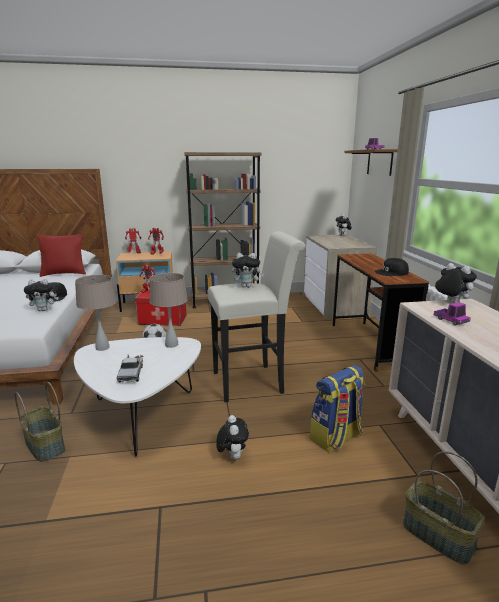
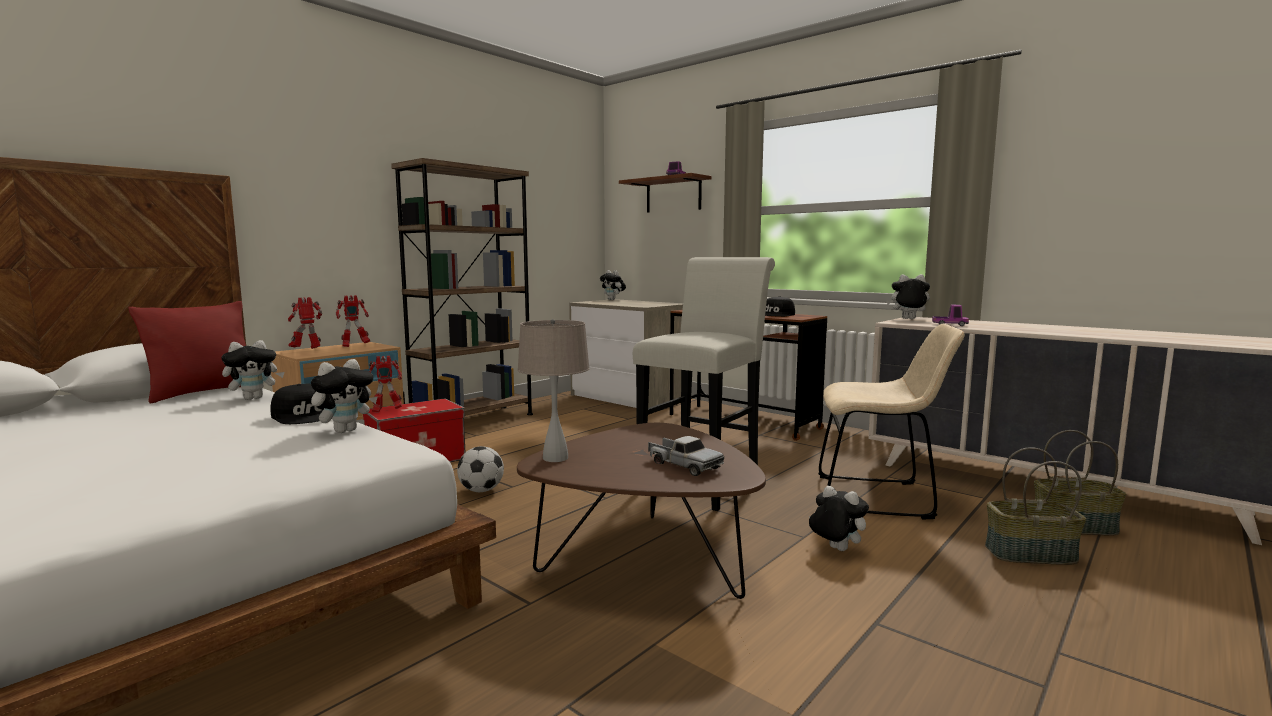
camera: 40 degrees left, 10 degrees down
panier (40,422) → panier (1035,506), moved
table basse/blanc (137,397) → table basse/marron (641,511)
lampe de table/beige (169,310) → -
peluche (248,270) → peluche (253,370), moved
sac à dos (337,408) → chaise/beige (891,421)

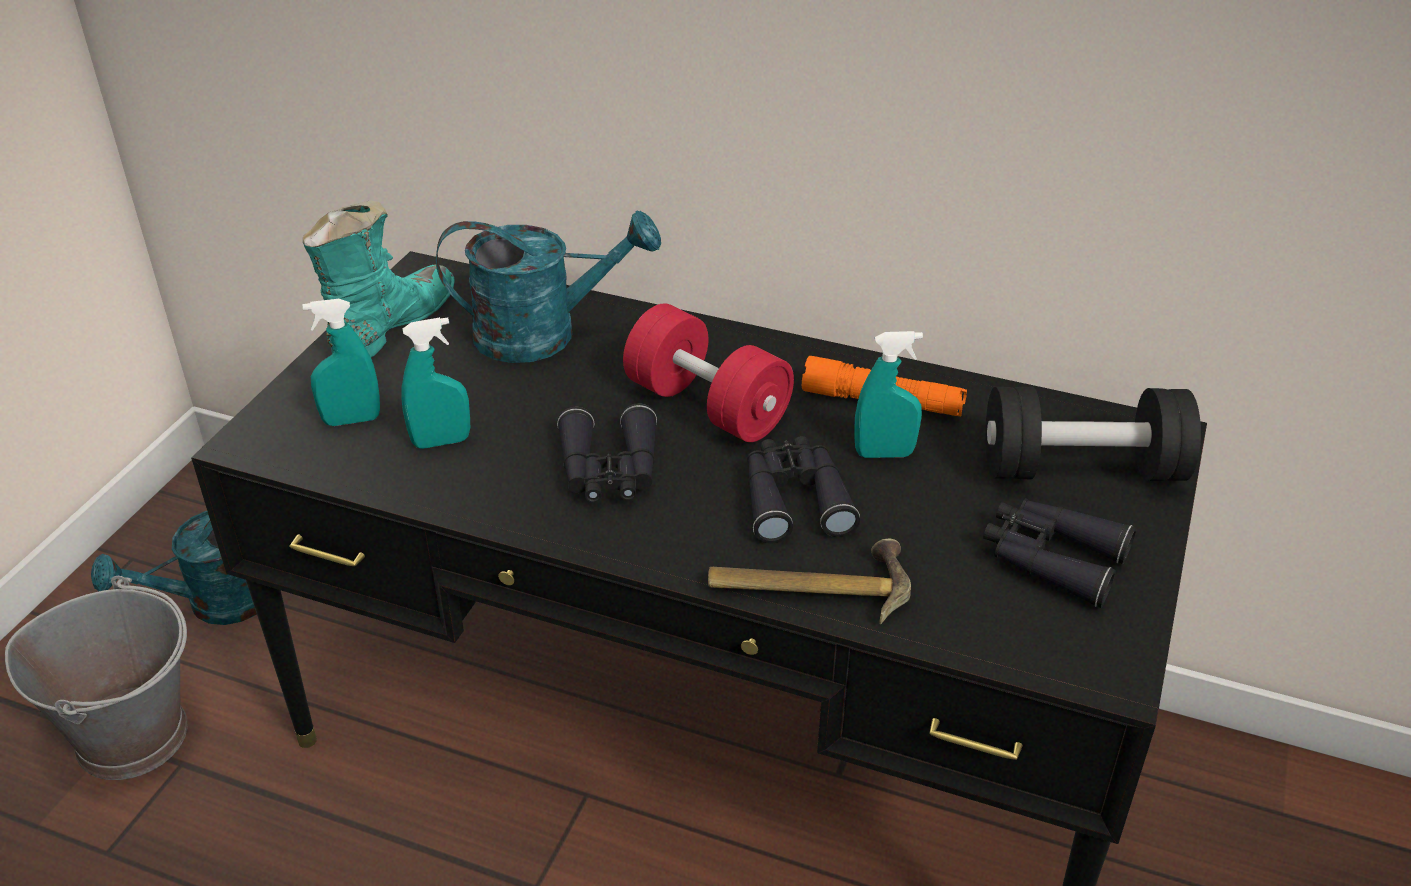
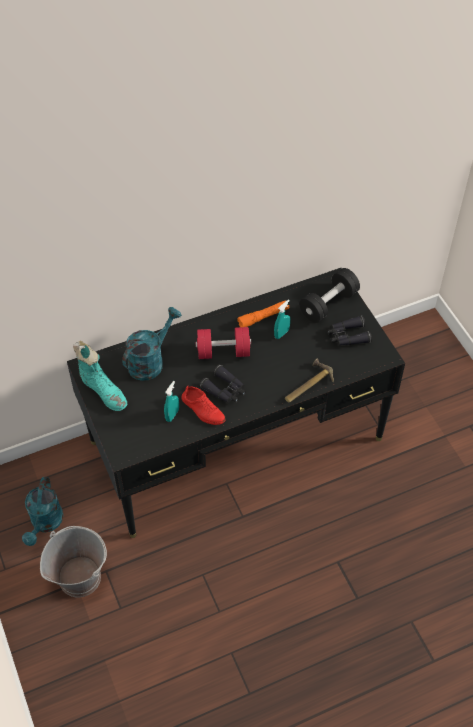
camera: 45 degrees left, 15 degrees up
vaporisateur/turquoise (341,362) → -
botte/turquoise (379,279) → botte/turquoise (100,376), 150 degrees clockwise
jumelles/noir (803,490) → -
- → chaussure/rouge (204,405)

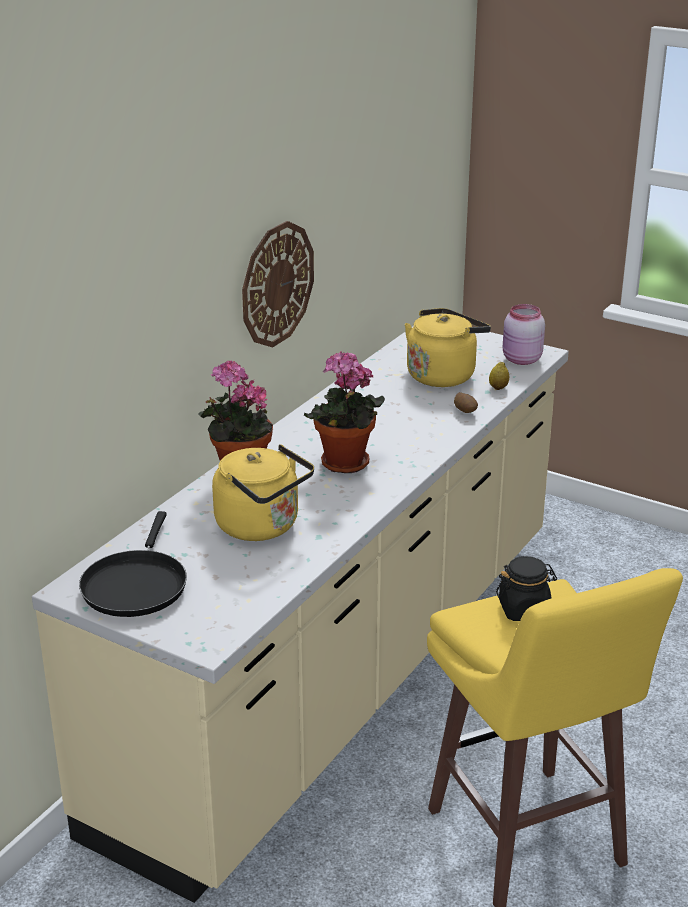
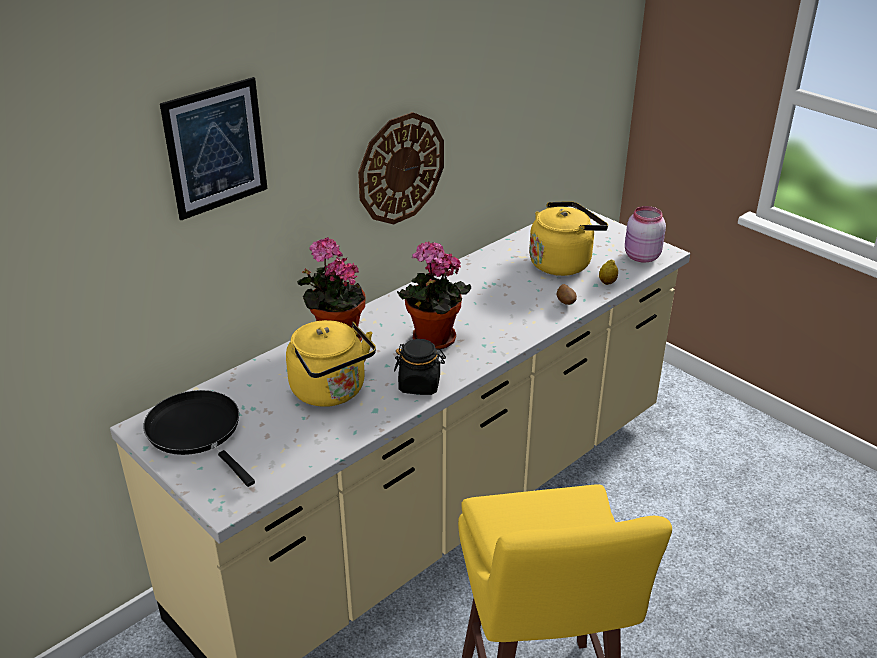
camera: 15 degrees right, 5 degrees up
poêle/noir (133,564) → poêle/noir (199,438), 120 degrees clockwise
bocal/noir (526,588) → bocal/noir (420,367), moved
- → tableau (213,149)

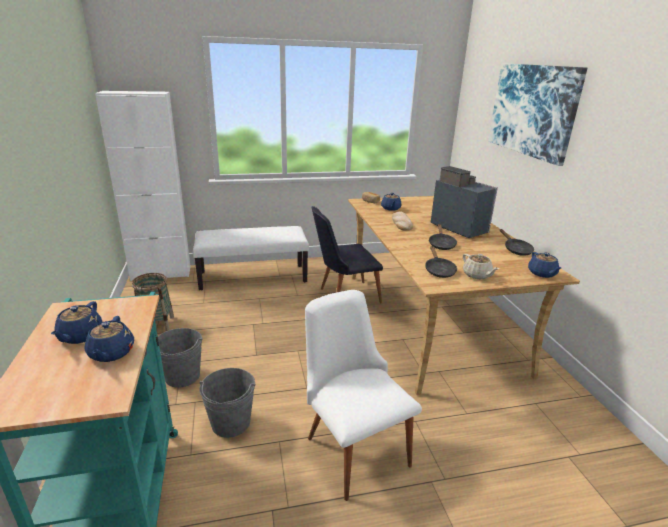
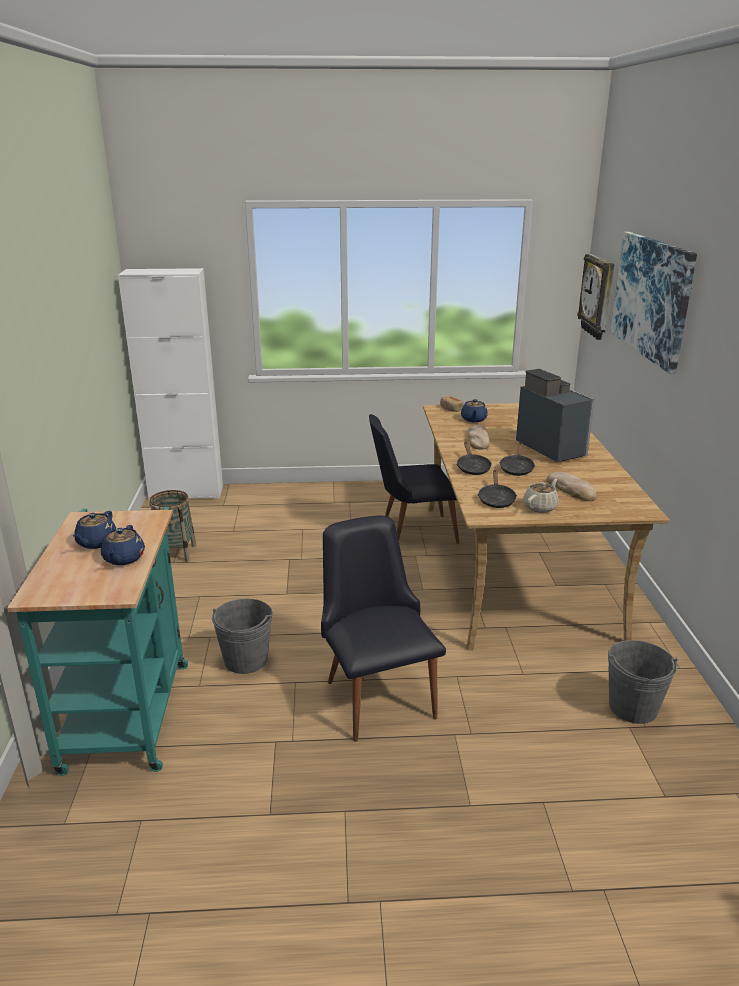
camera: 10 degrees right, 0 degrees up
seau/gris (180,358) → seau/gris (643,682), moved
banc/blanc (251,258) → -
chaise/blanc (363,395) → chaise/noir (383,628)
théière/beige (481,266) → théière/beige (541,496), 120 degrees counterclockwise
poêle/noir (517,242) → poêle/noir (474,458), moved
théière/bleu (544,265) → -
- → pain (572,486)
- → horloge murale (595,297)

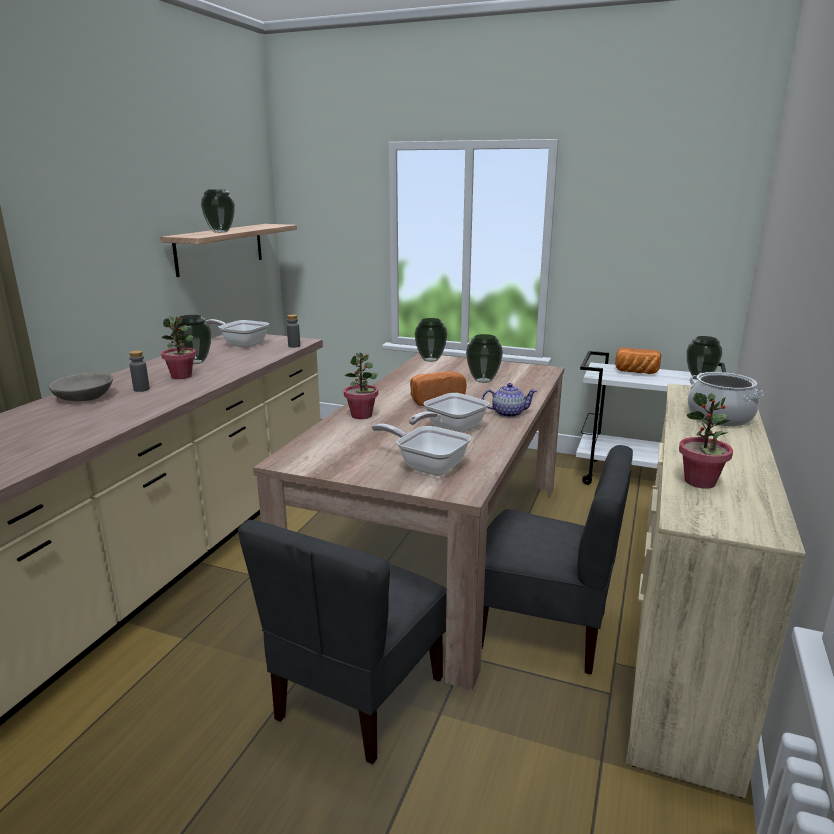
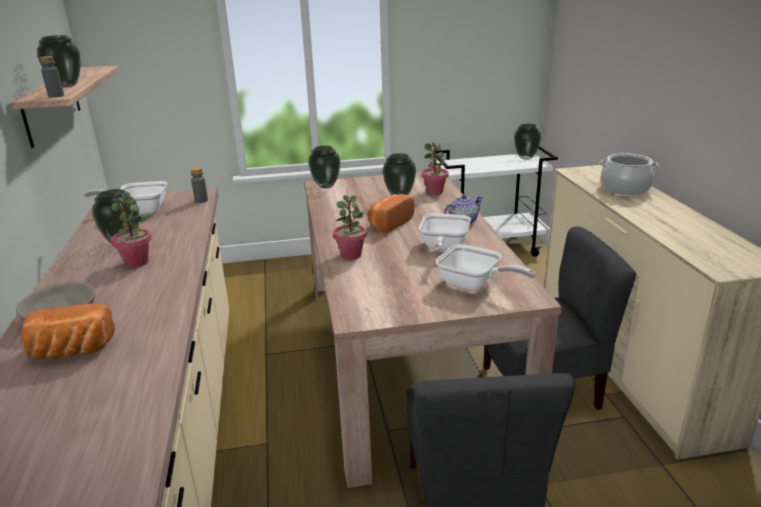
camera: 30 degrees left, 5 degrees up
bouteille/gris (139,371) → bouteille/gris (52,77), moved
poêle (421,449) → poêle (486,267), 150 degrees counterclockwise
pain (638,361) → pain (68,331), moved
plante en pot (706,441) → plante en pot (435,168), moved

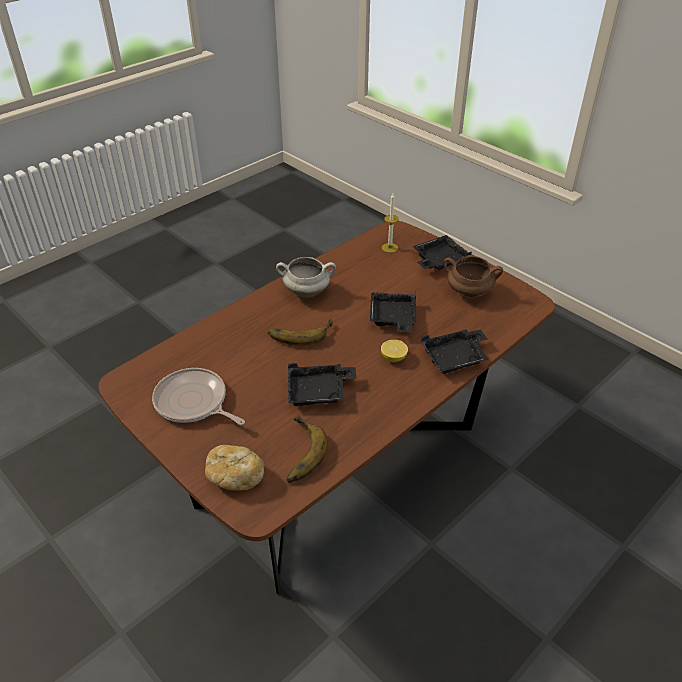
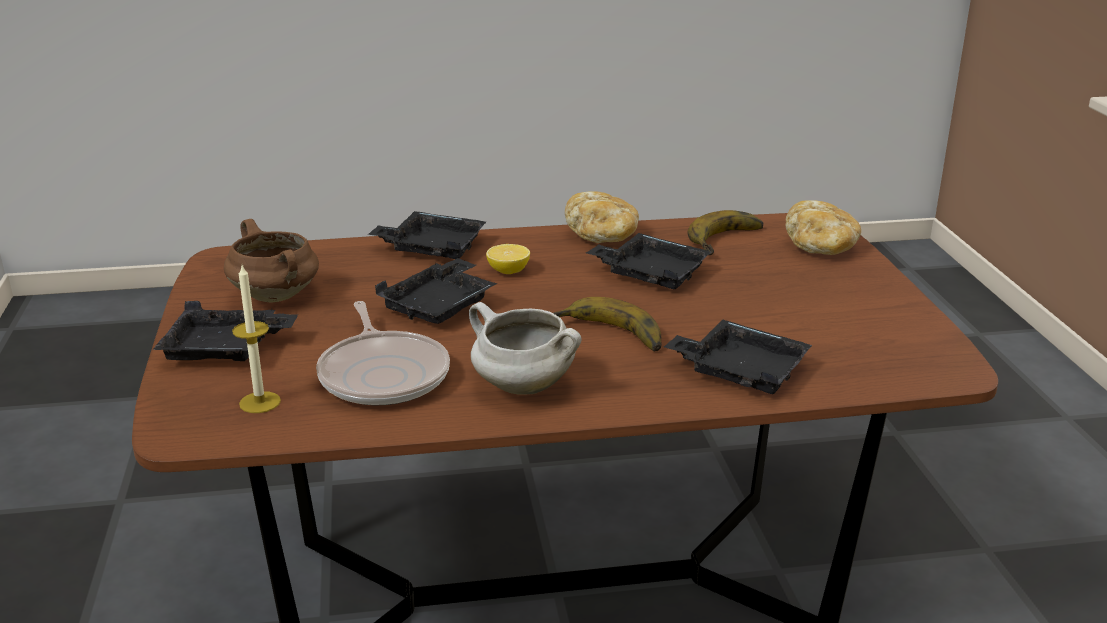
camera: 145 degrees left, 15 degrees down
poêle (198,396) → poêle (383,353), moved
- → pain (602,217)
- → plateau/noir (738,356)

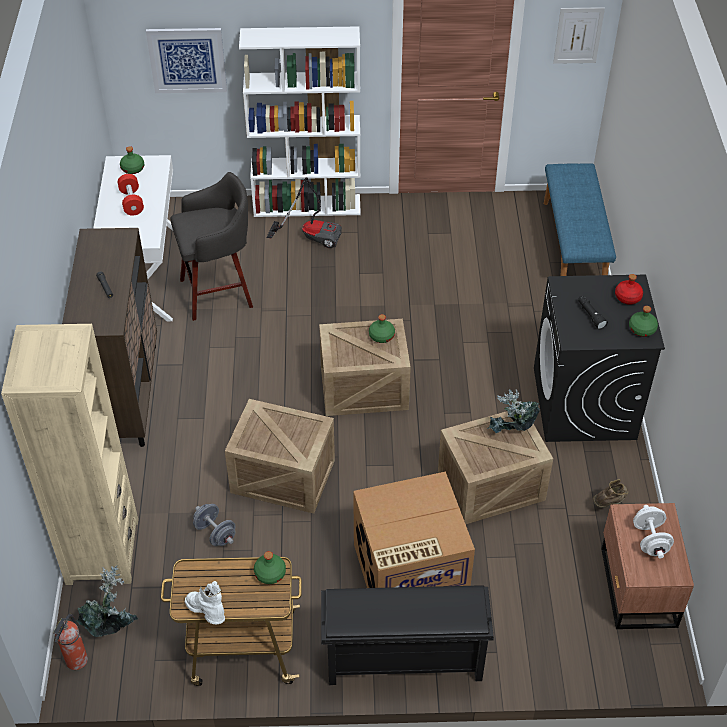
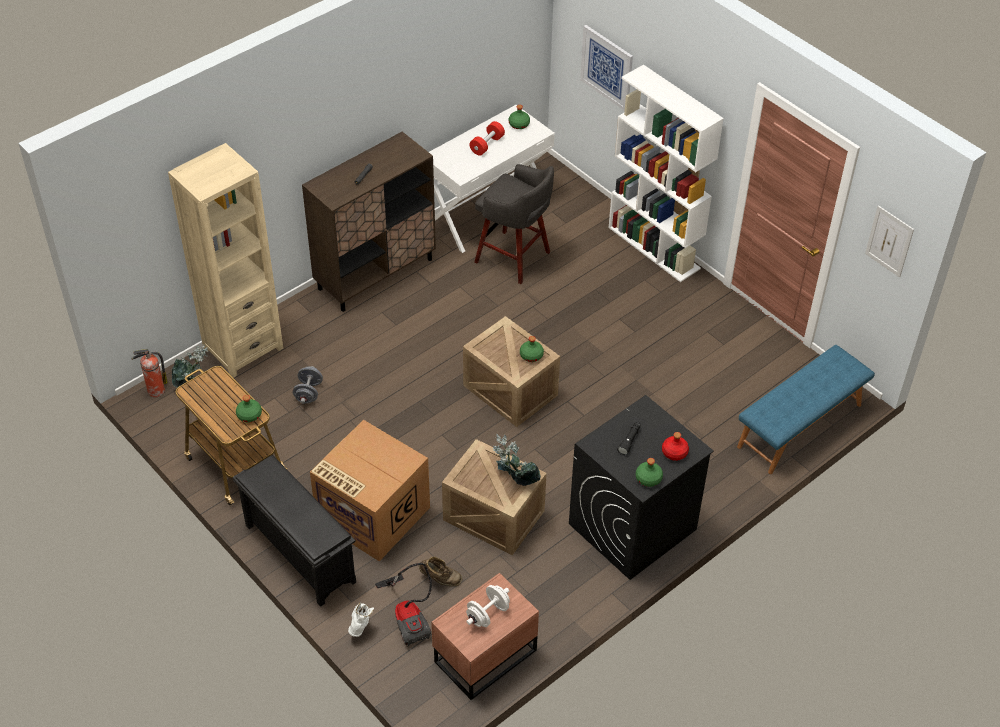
camera: 50 degrees right, 0 degrees up
botte/blanc (205,602) → botte/blanc (361,619), moved
caisse (280,456) → -
aspirateur (304,212) → aspirateur (403,604), moved
botte/marron (611,493) → botte/marron (440,571), moved

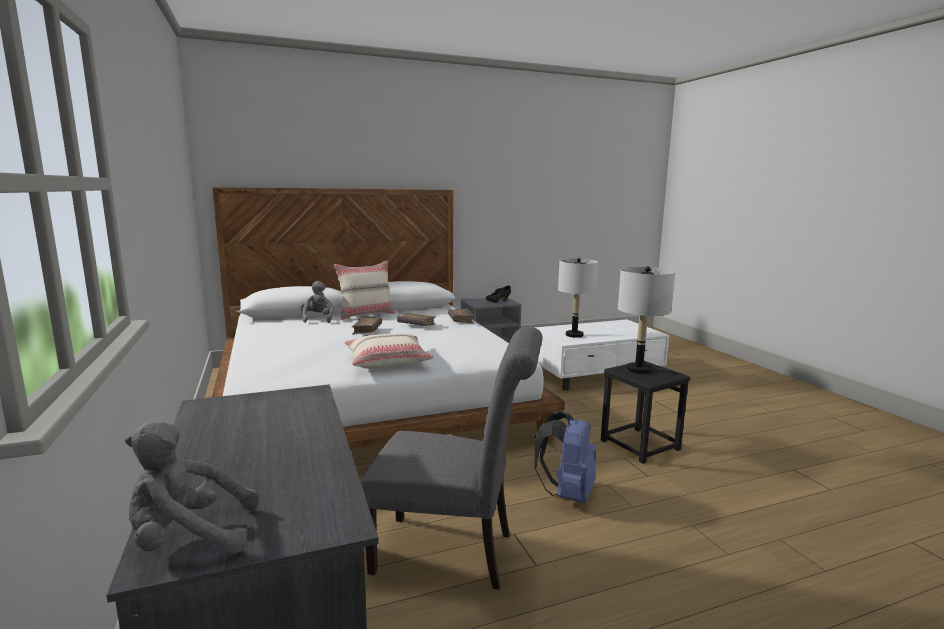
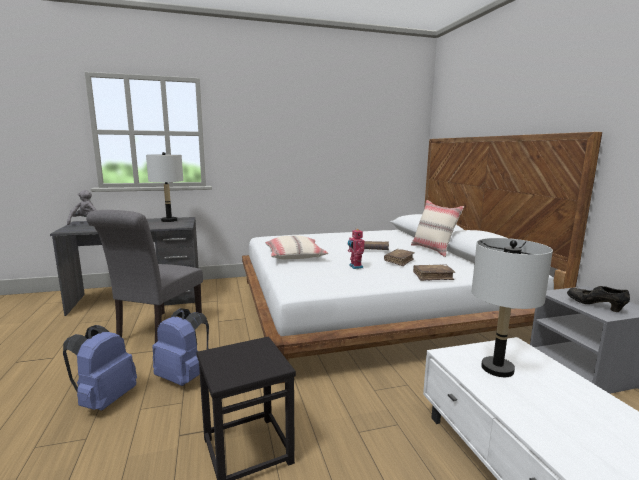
camera: 95 degrees right, 0 degrees up
peluche/gris (317,302) → -
lampe de table/gris (646,320) → lampe de table/gris (164,187), moved
- → sac à dos/bleu (100,368)
- → robot jouet (356,248)

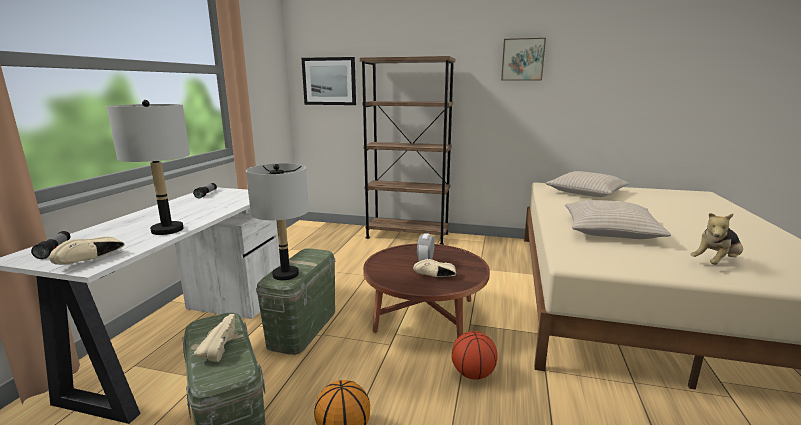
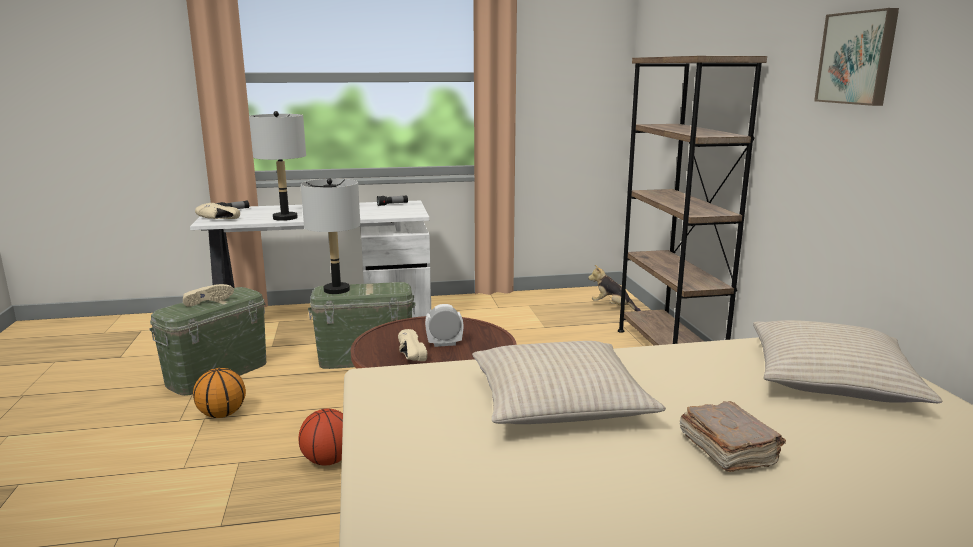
camera: 65 degrees right, 0 degrees up
tableau (328,81) → -
peluche (716,239) → peluche (614,288), moved
- → livre/marron (732,436)

